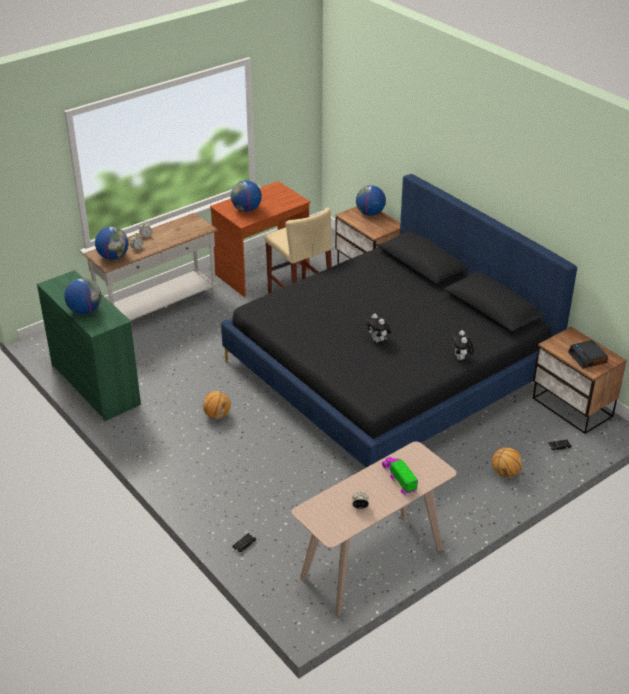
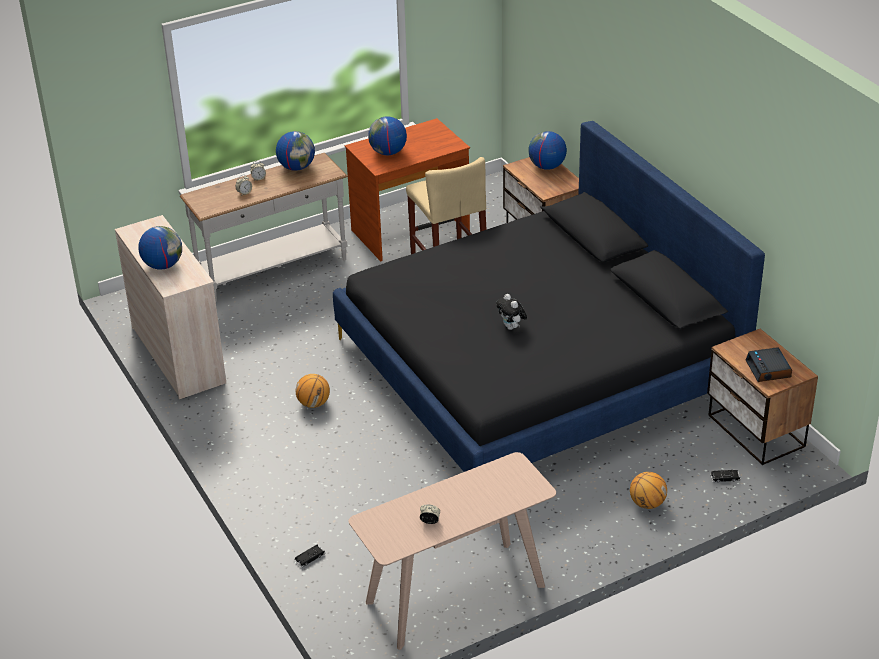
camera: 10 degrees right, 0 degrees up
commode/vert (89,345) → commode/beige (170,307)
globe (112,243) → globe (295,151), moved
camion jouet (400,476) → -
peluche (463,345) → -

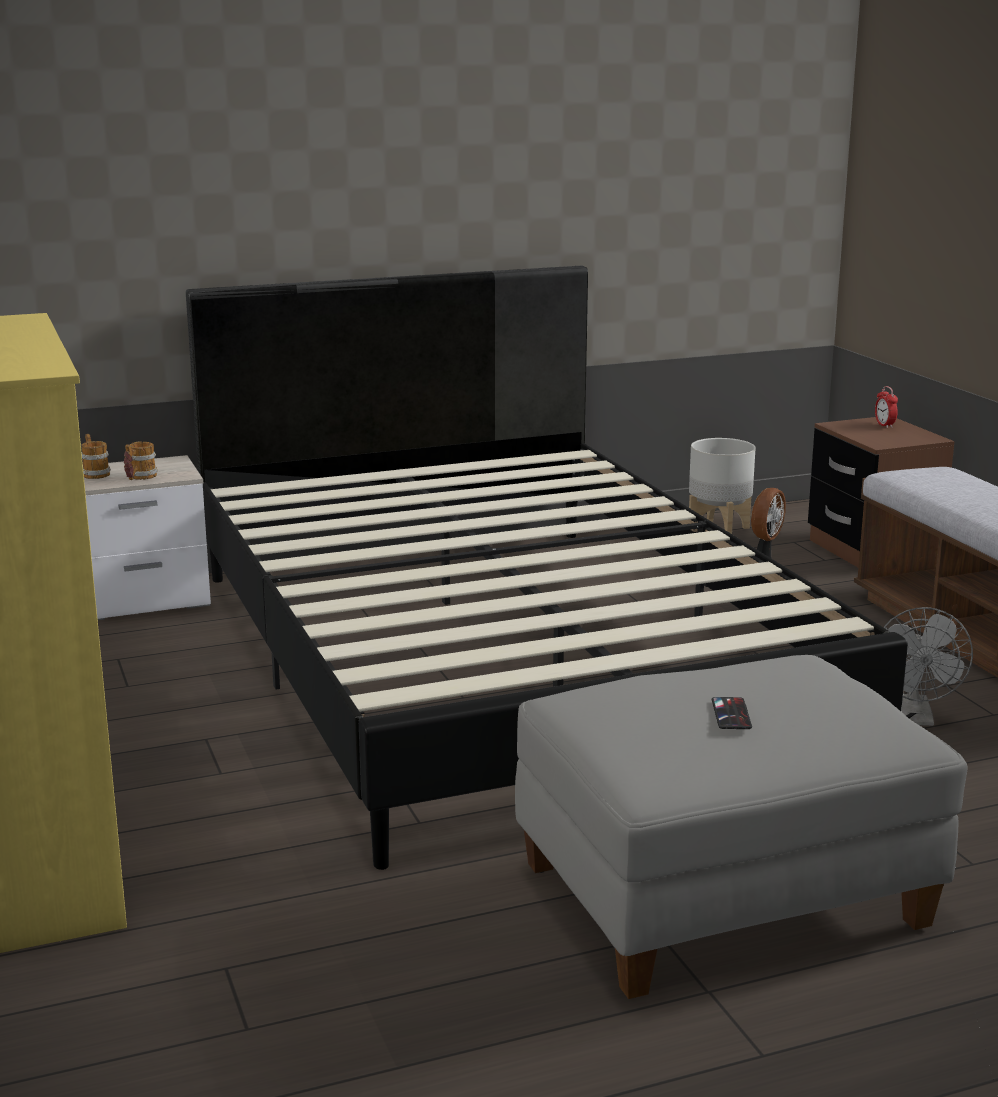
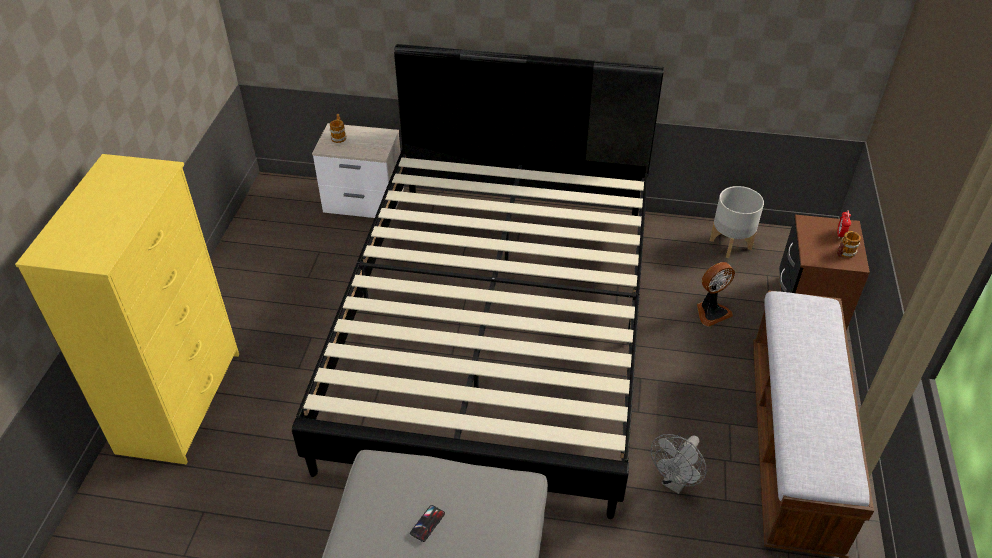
camera: 30 degrees right, 25 degrees up
mug (141,460) → mug (849,244), moved

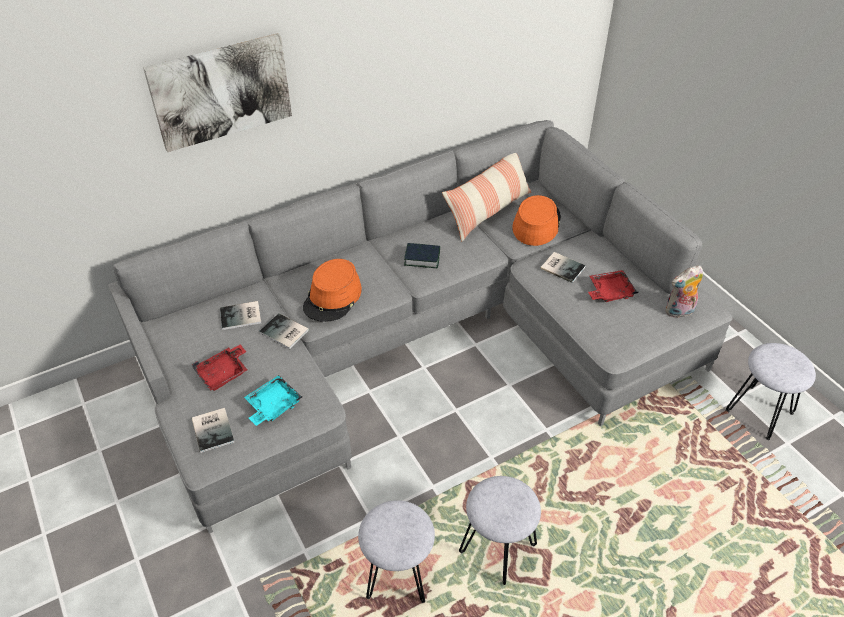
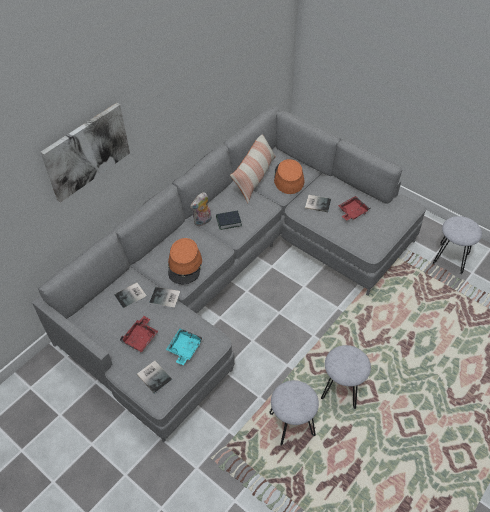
camera: 20 degrees left, 5 degrees up
peluche (684,291) → peluche (201,209), moved

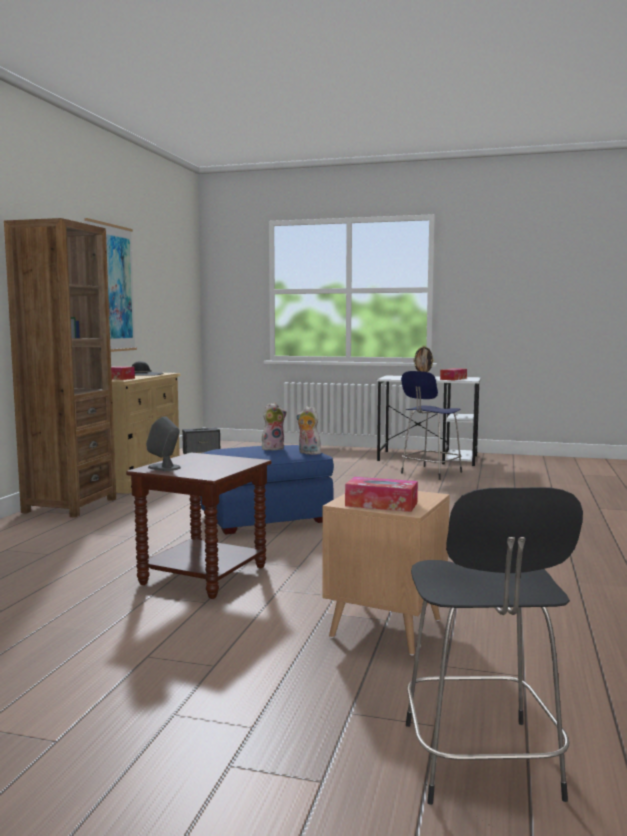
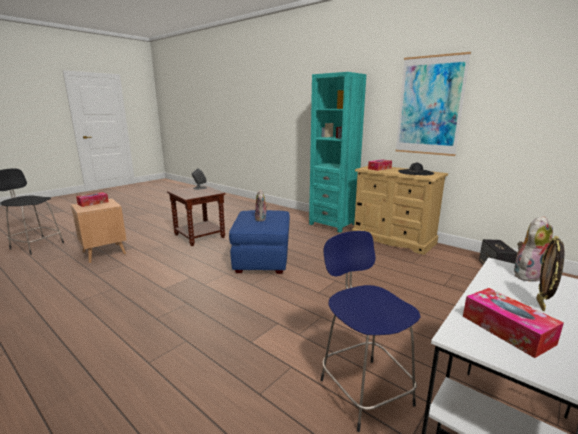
camera: 115 degrees right, 10 degrees up
bibliothèque/marron (60,368) → bibliothèque/turquoise (337,152)
peluche (308,430) → peluche (533,249), moved

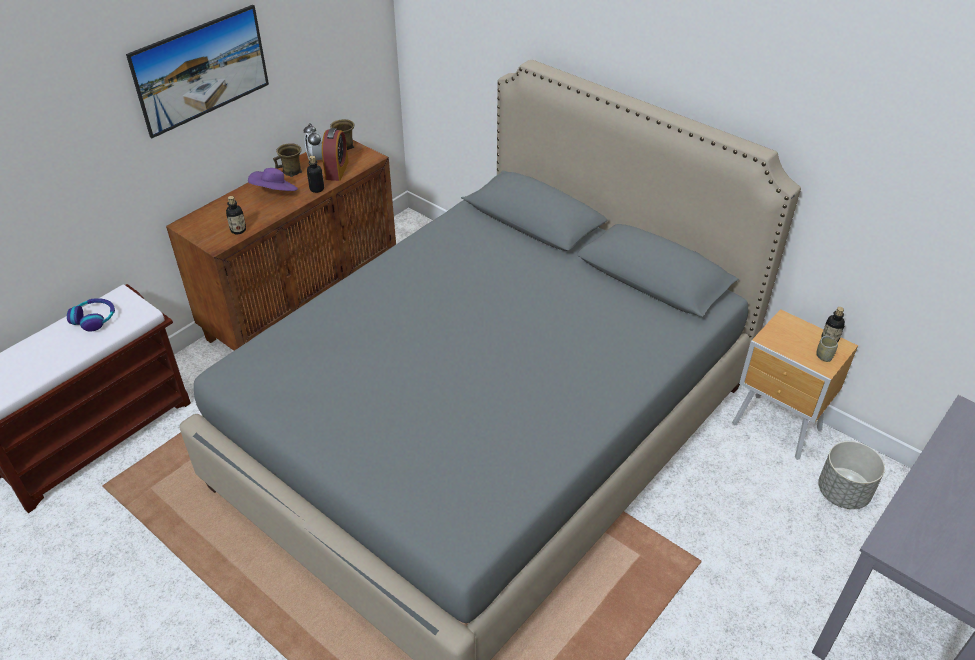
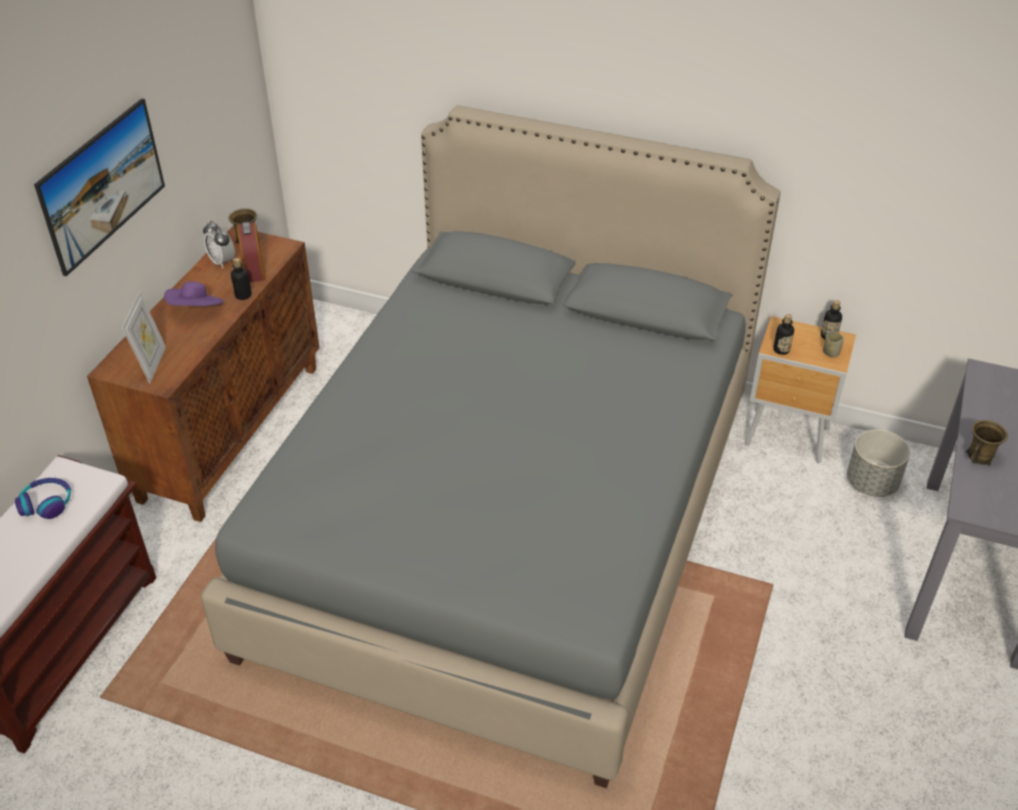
camera: 20 degrees left, 0 degrees up
bouteille (236,215) → bouteille (783,334), moved
mug/marron (287,160) → mug/marron (987,443), moved
- → cadre photo (144,337)

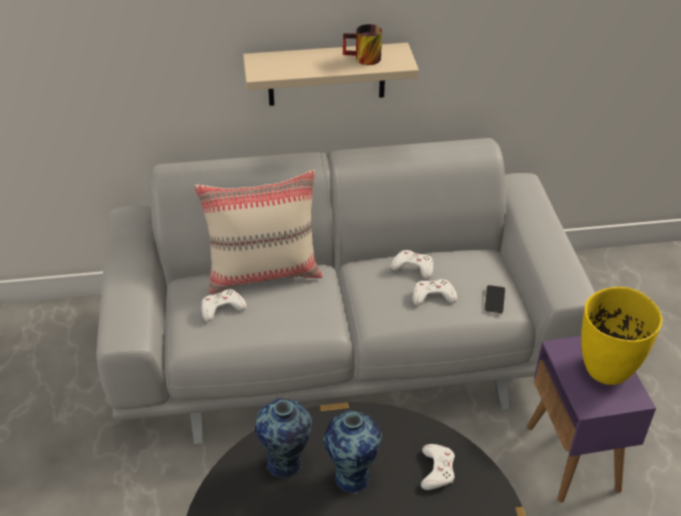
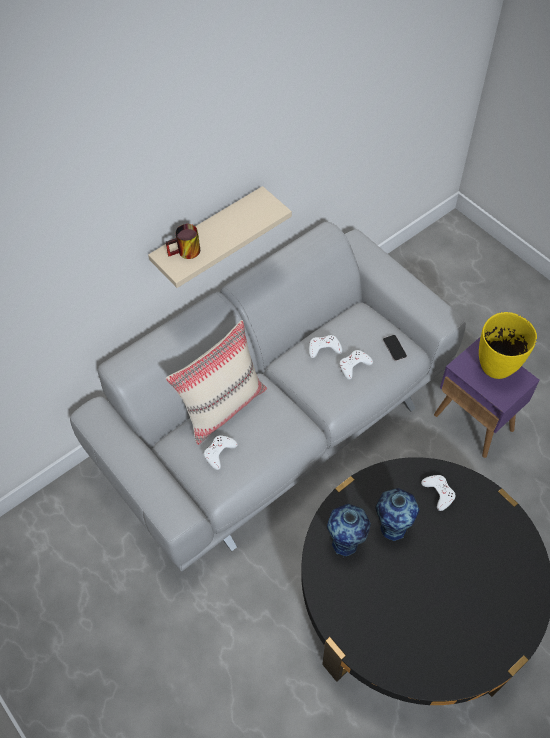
camera: 30 degrees left, 15 degrees up
mug (362,44) → mug (183,241), moved

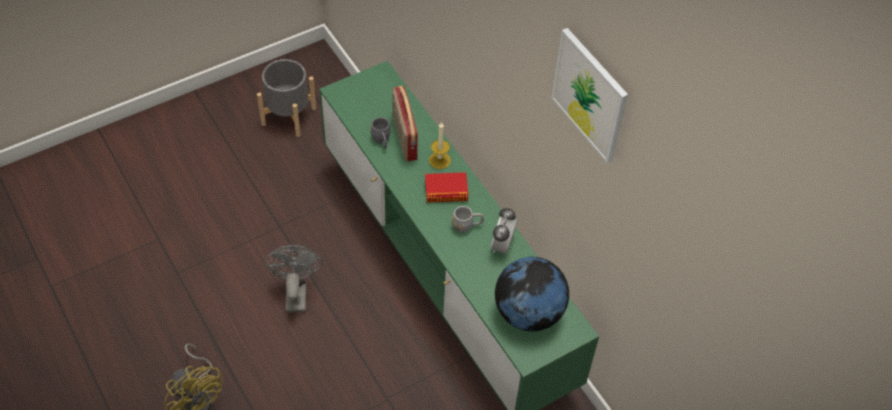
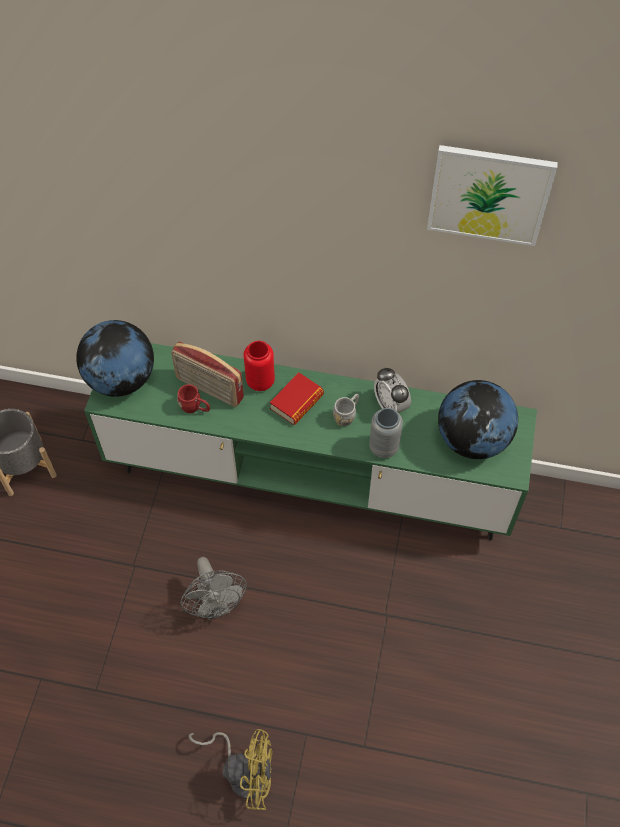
camera: 45 degrees left, 5 degrees up
ventilateur/gris (293,279) → ventilateur/gris (213,588), 150 degrees counterclockwise
mug/gris (380,133) → mug/rouge (193,398)
bougie (440,145) → vase/rouge (259,366)
- → globe (115,358)
- → vase/gris (386,433)

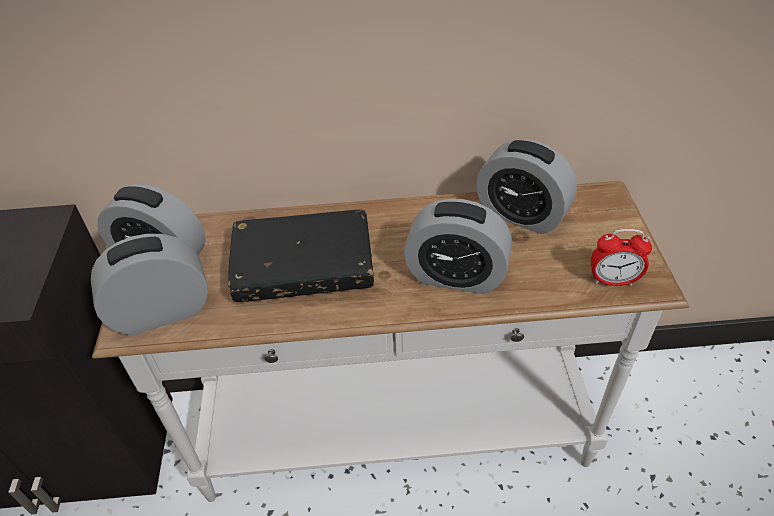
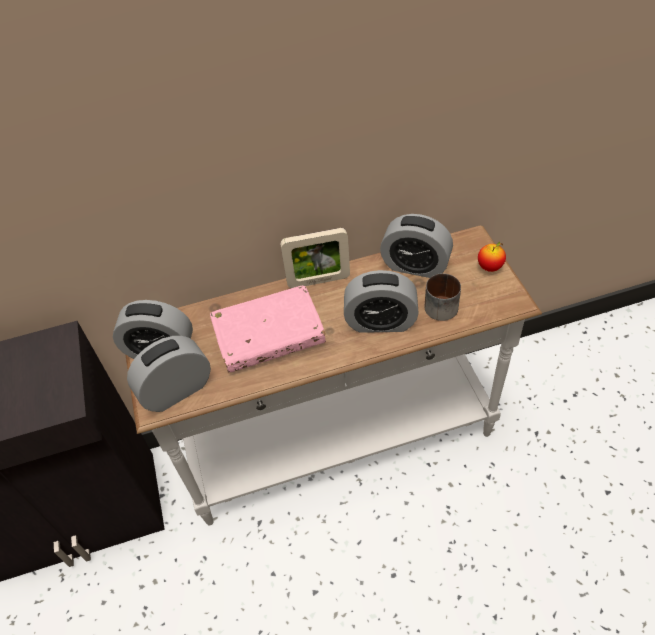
camera: 10 degrees left, 5 degrees up
livre/noir (301,256) → livre/rose (268,329)
réveil (621,257) → -
- → cadre photo (315,258)
- → mug (442,297)
- → pomme (492,257)

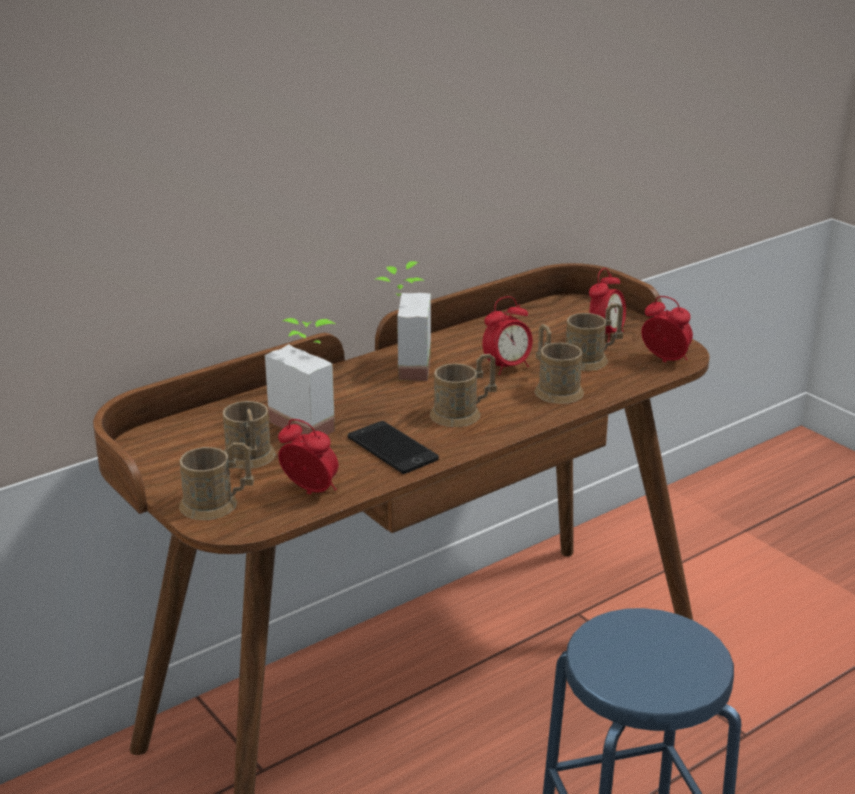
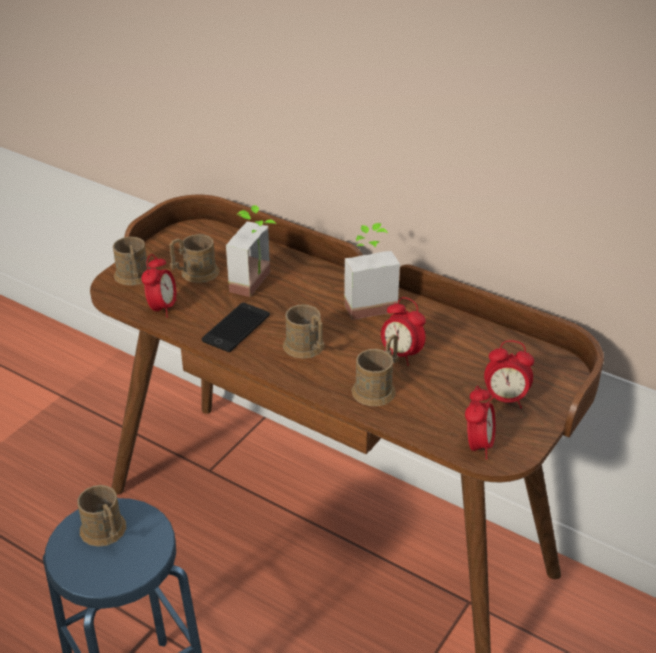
camera: 70 degrees right, 10 degrees up
mug/marron (594,337) → mug/marron (102,516), moved

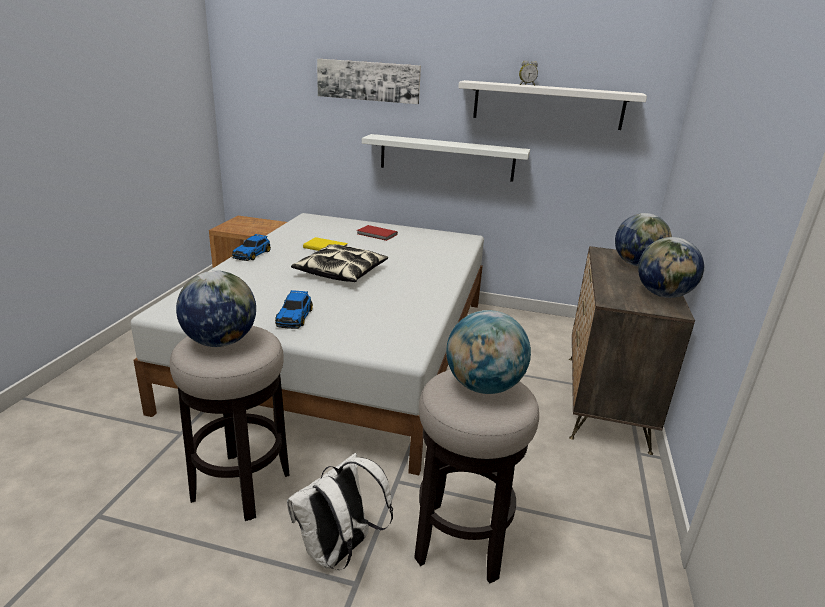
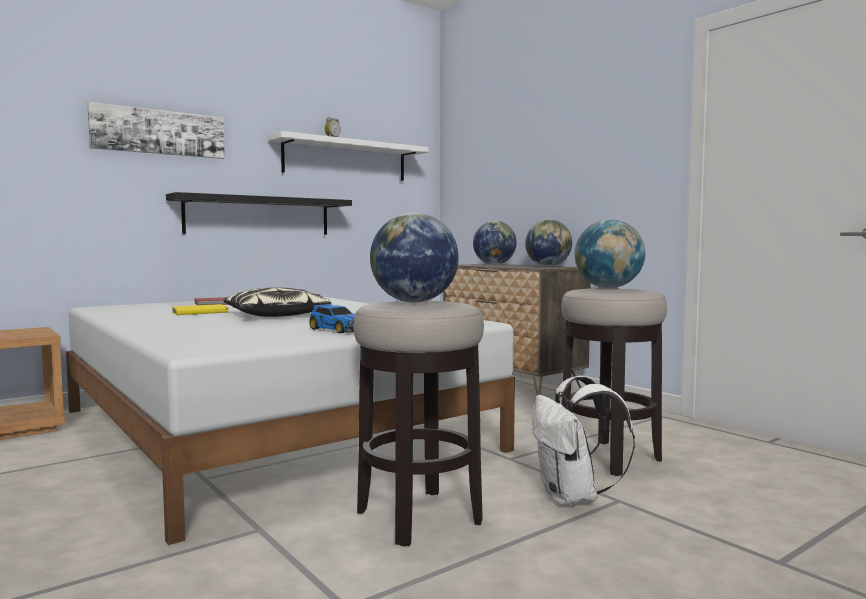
camera: 50 degrees left, 20 degrees down
petite voiture (251,247) → -
étagère/blanc (446,158) → étagère/noir (259,213)

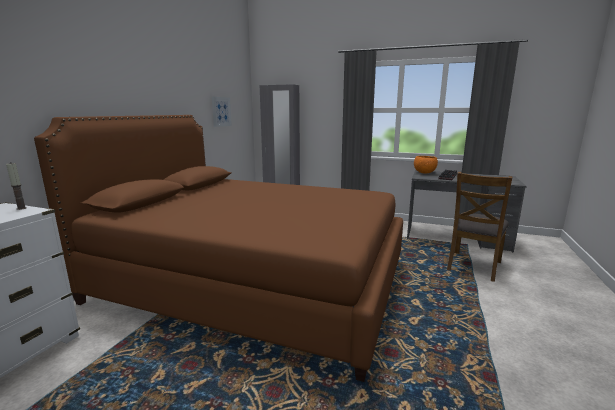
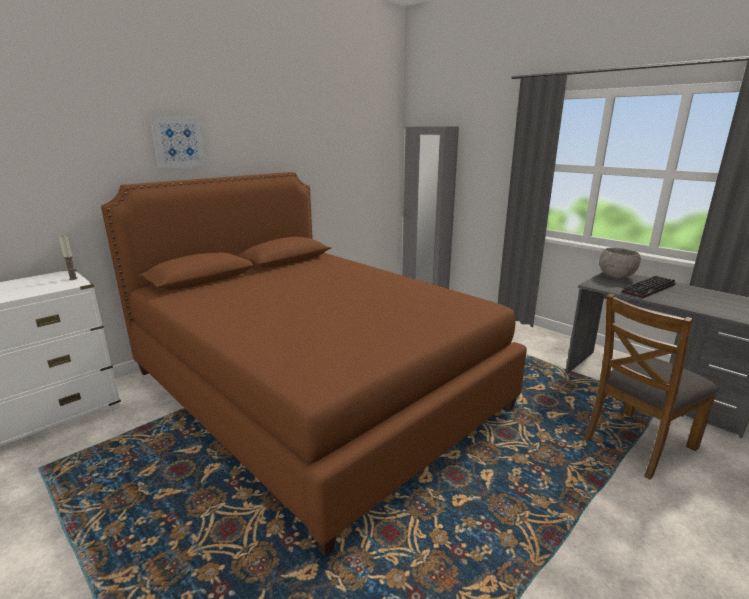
camera: 25 degrees right, 5 degrees up
tableau (222,112) → tableau (178,142), moved
bol/orange (426,165) → bol/gris (620,263)

